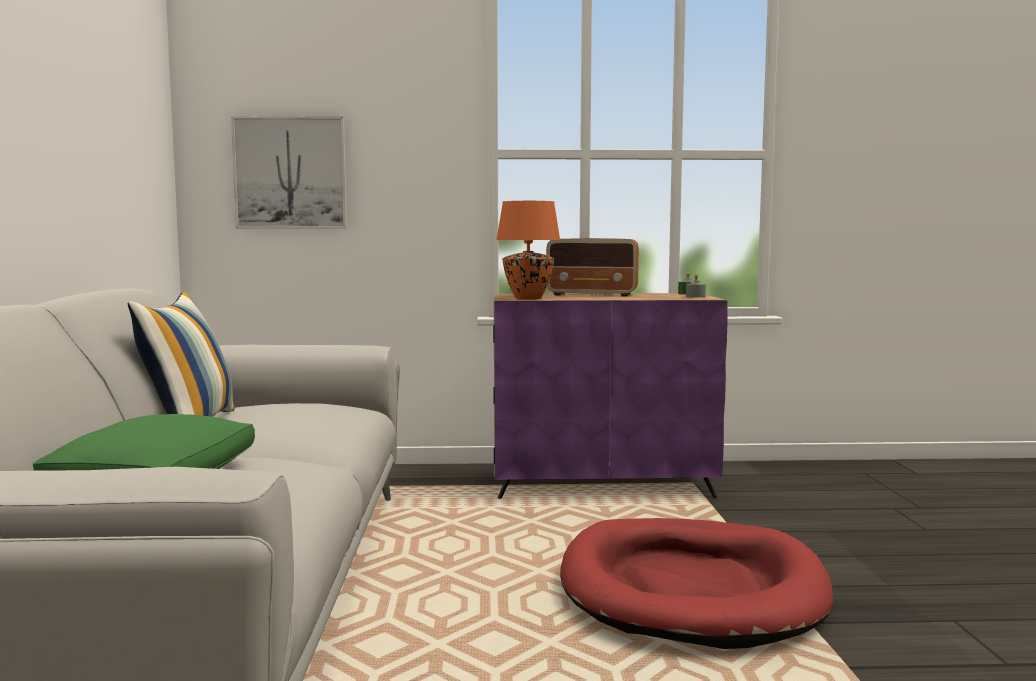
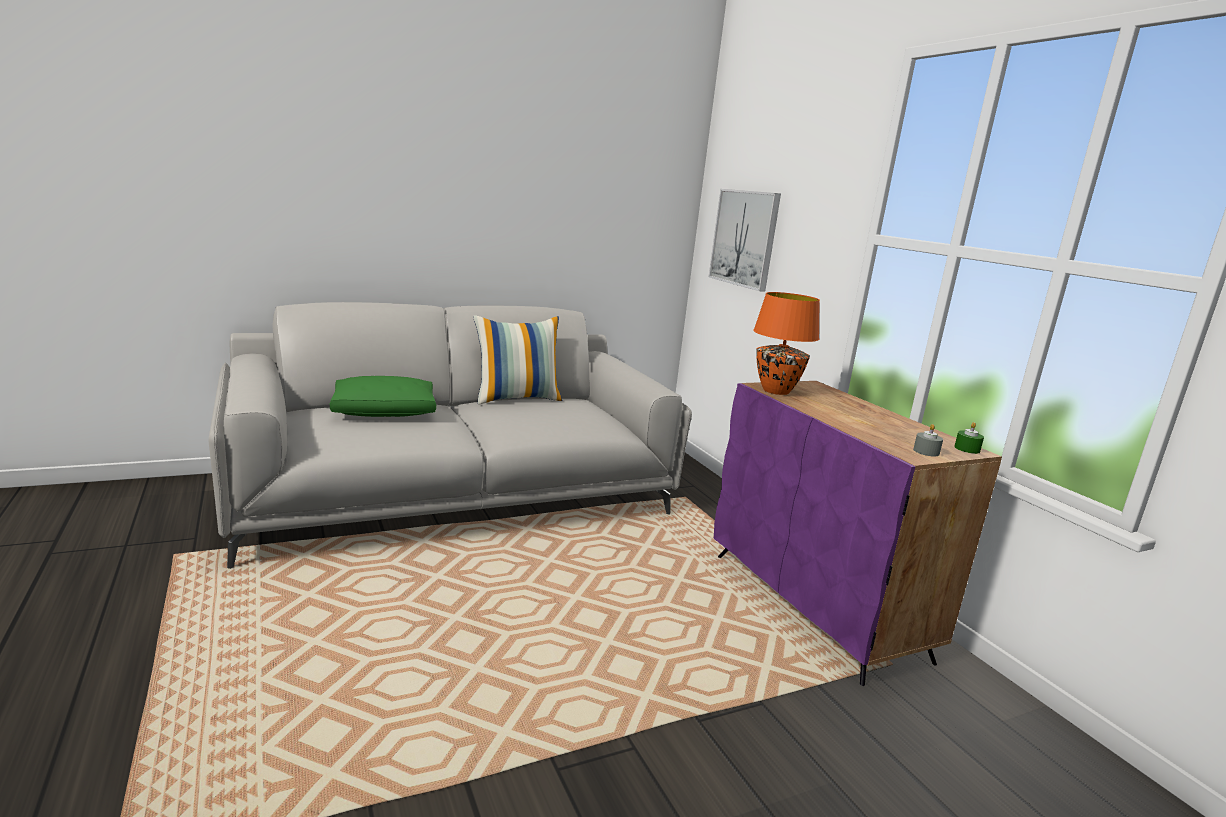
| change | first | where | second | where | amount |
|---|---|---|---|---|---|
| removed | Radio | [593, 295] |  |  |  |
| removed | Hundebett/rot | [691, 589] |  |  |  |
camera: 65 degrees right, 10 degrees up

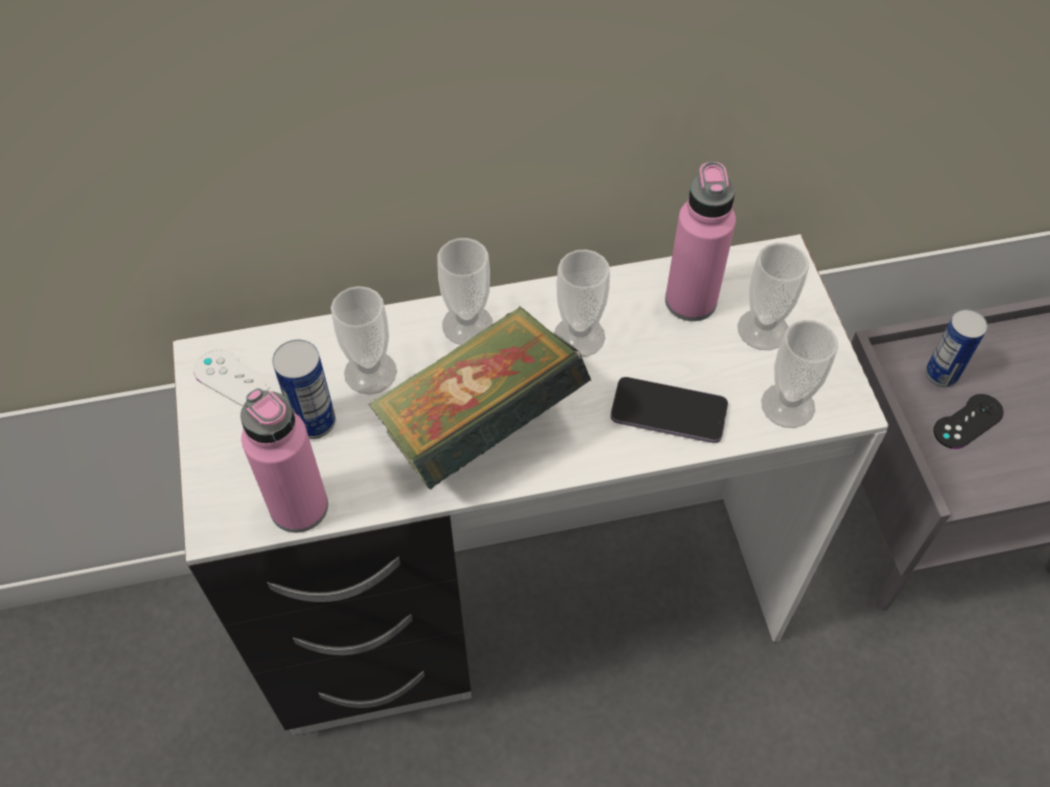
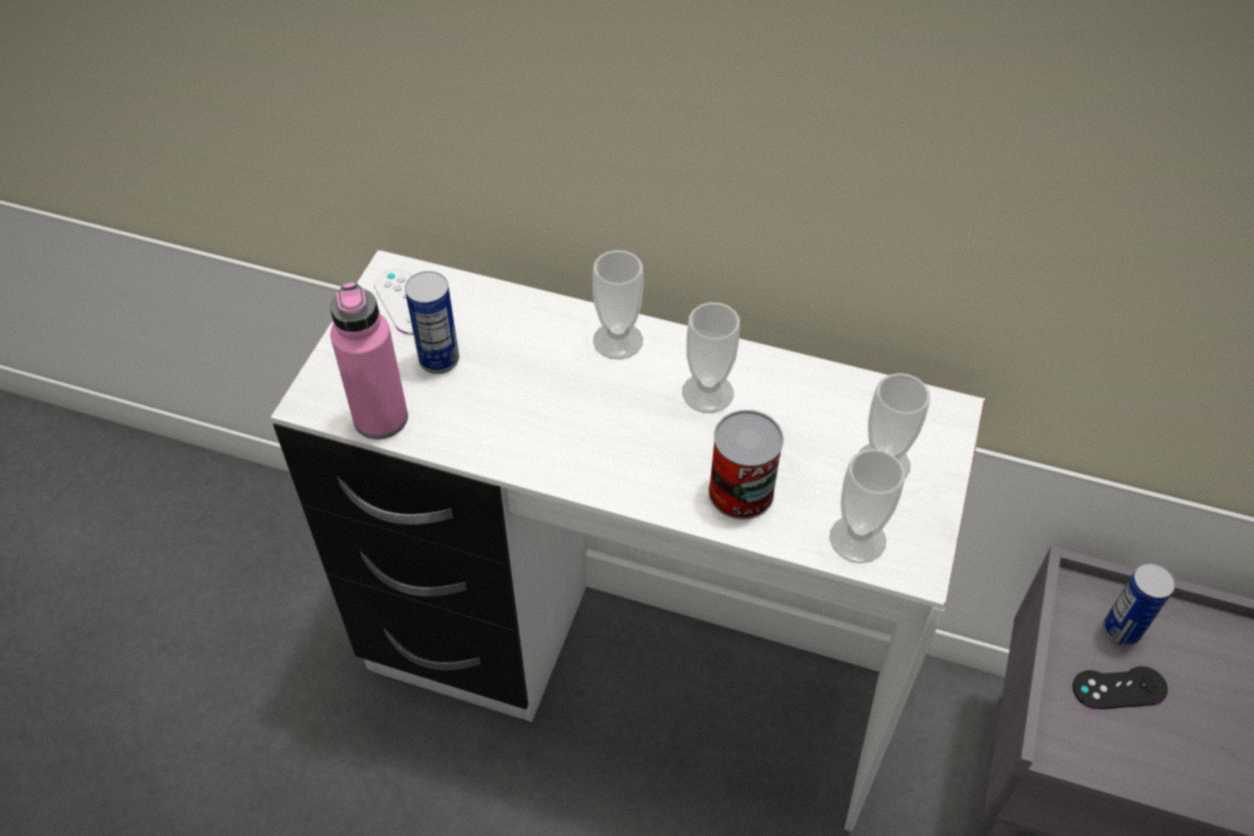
| change | first | where | second | where | amount |
|---|---|---|---|---|---|
| removed | Tasse | [370, 372] |  |  |  |
| removed | Buch | [479, 427] |  |  |  |
| removed | Flasche/rosa | [690, 301] |  |  |  |
| replaced | Handy | [668, 412] | Dose | [741, 492] |  |
camera: 30 degrees right, 5 degrees down

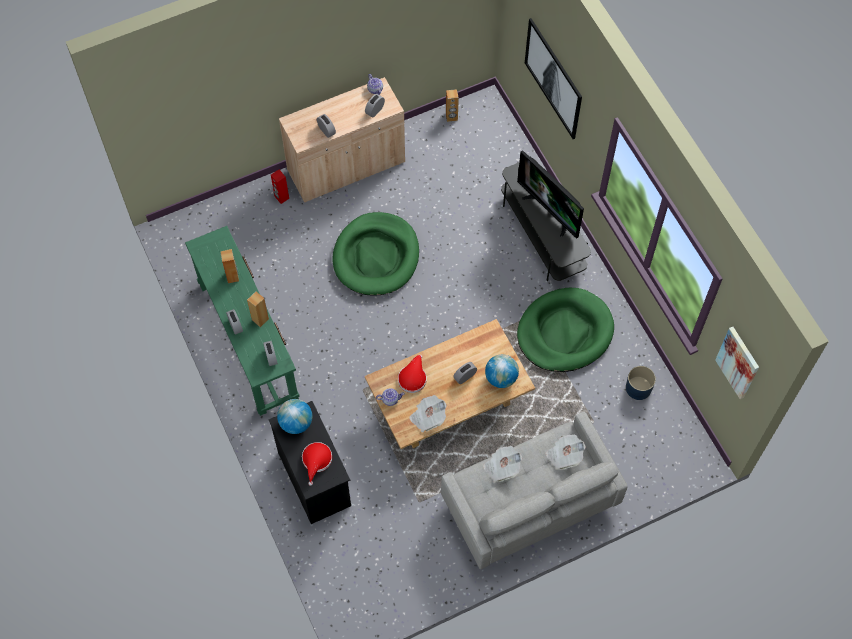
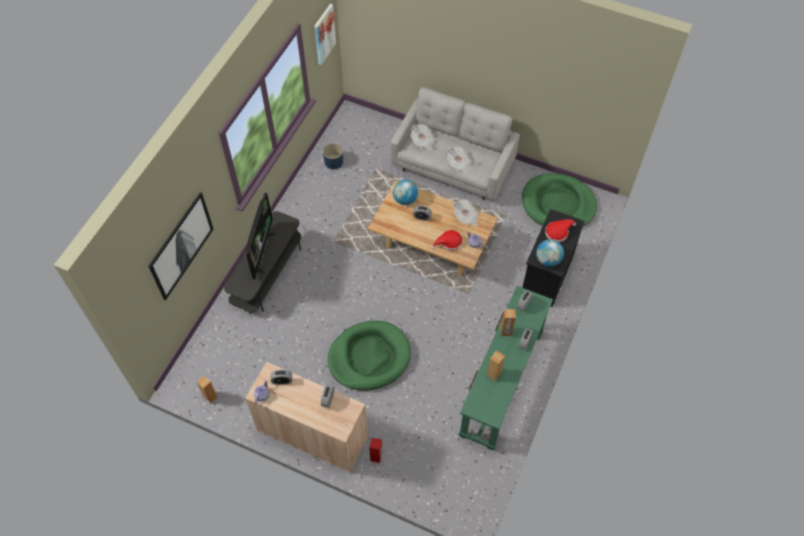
| change | first | where | second | where | amount |
|---|---|---|---|---|---|
| moved | Hundebett/grün | [564, 332] |  | [558, 204] |  |
camera: 130 degrees left, 5 degrees down

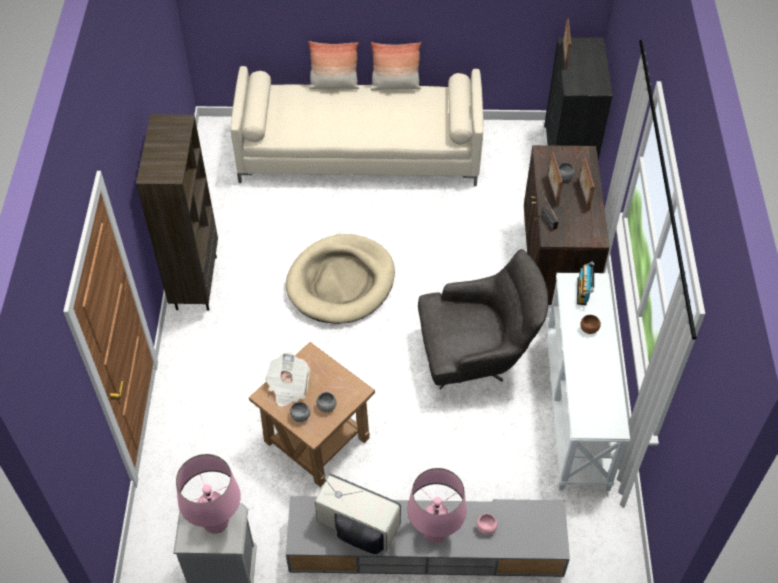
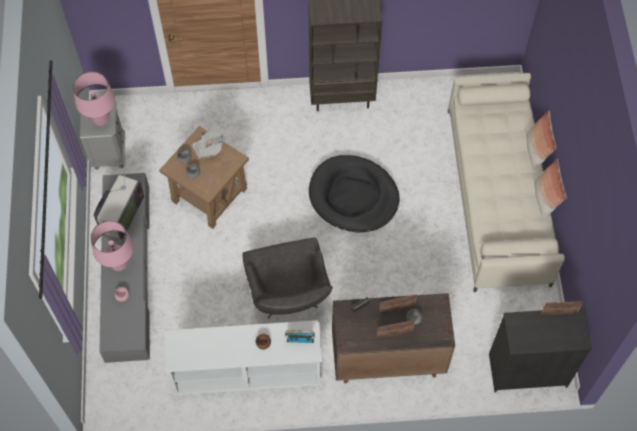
| change | first | where | second | where | amount |
|---|---|---|---|---|---|
| recoloured | Hundebett/beige | [341, 282] | Hundebett/schwarz | [353, 196] |  |
camera: 85 degrees right, 10 degrees up

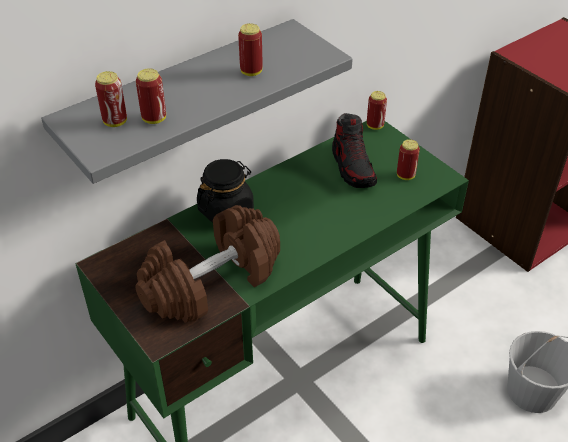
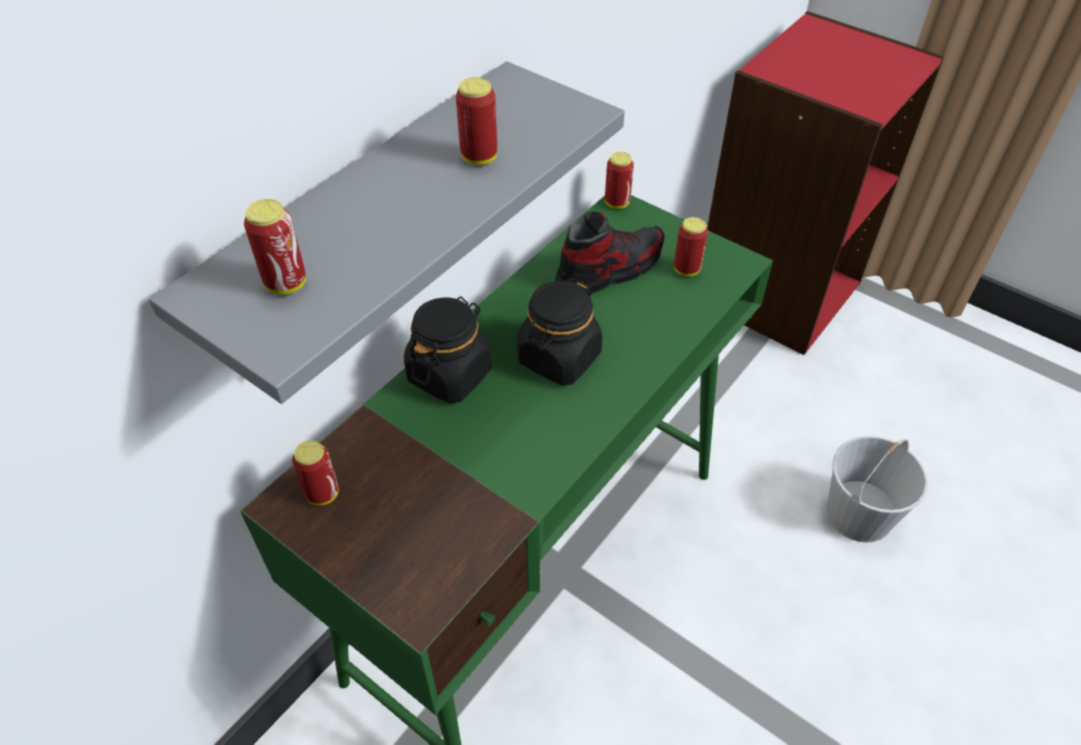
| change | first | where | second | where | amount |
|---|---|---|---|---|---|
| removed | Hantel/braun | [212, 283] |  |  |  |
| added |  |  | Vorratsglas/schwarz | [559, 358] |  |
| moved | Dose | [154, 119] |  | [322, 494] |  |
| turned | Schuh | [353, 167] |  | [609, 270] | 90 degrees counterclockwise |
camera: 15 degrees left, 5 degrees up

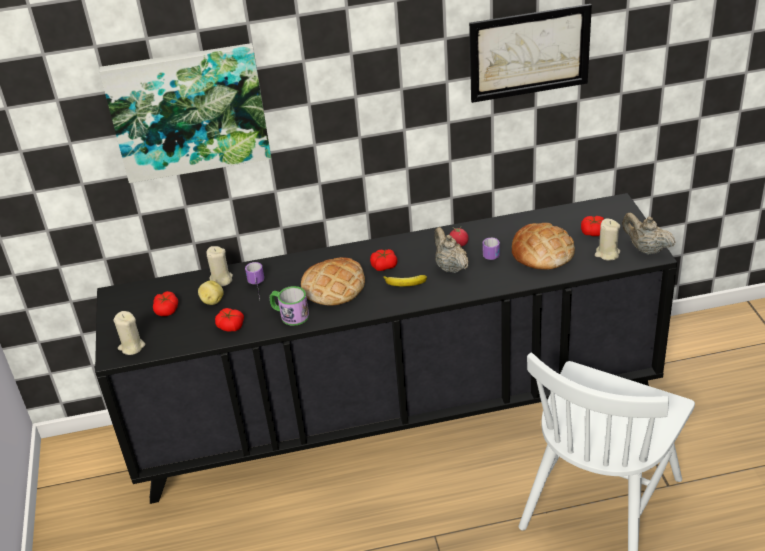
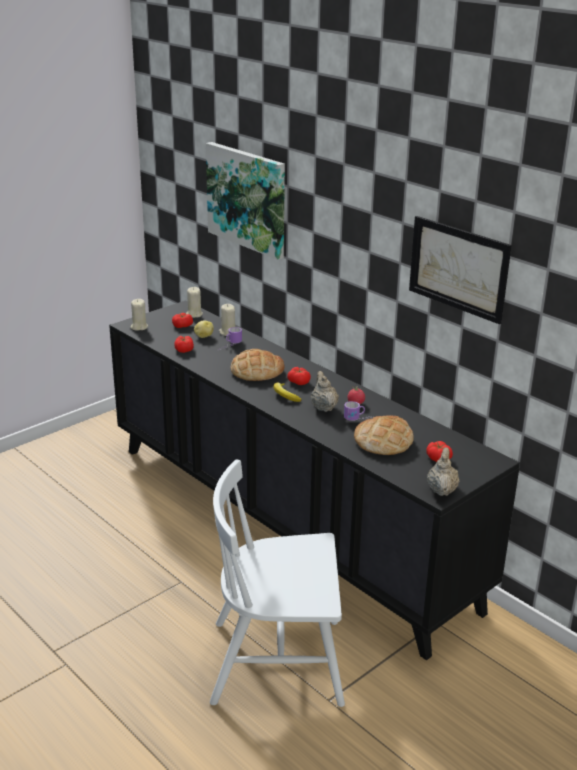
| change | first | where | second | where | amount |
|---|---|---|---|---|---|
| removed | Henkelbecher | [290, 315] |  |  |  |
| moved | Kerze/beige | [607, 254] |  | [194, 314] |  |
| turned | Teekanne/beige | [450, 267] |  | [323, 407] | 45 degrees counterclockwise |
camera: 55 degrees right, 10 degrees down

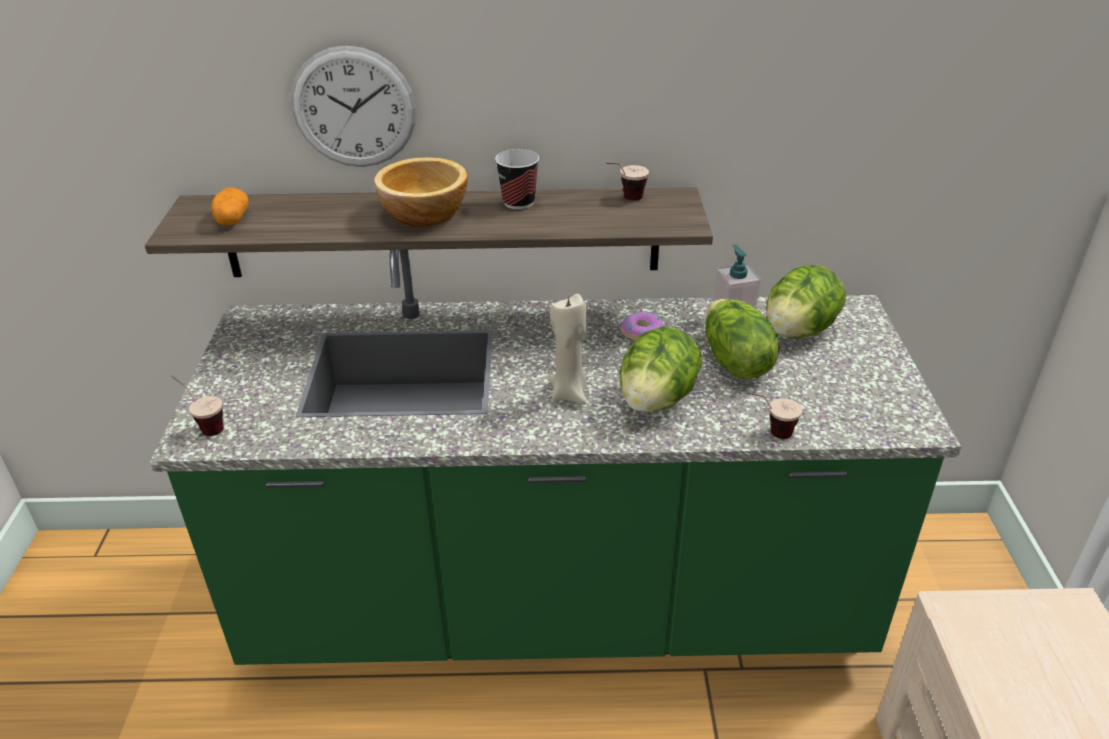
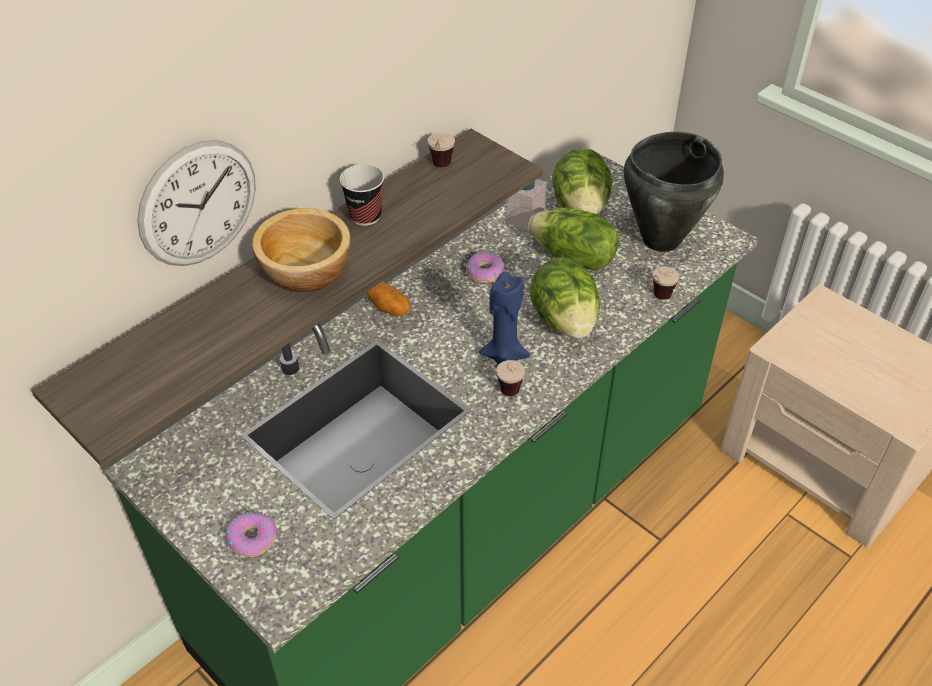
| change | first | where | second | where | amount |
|---|---|---|---|---|---|
| added |  |  | Donut | [252, 538] |  |
| added |  |  | Kochtopf/schwarz | [660, 239] |  |
| moved | Tasse | [203, 425] |  | [498, 391] |  |
| moved | Kartoffel | [232, 219] |  | [389, 308] |  |
| recoloured | Kerze/beige | [569, 393] | Kerze/blau | [504, 355] |  |
camera: 45 degrees left, 10 degrees up

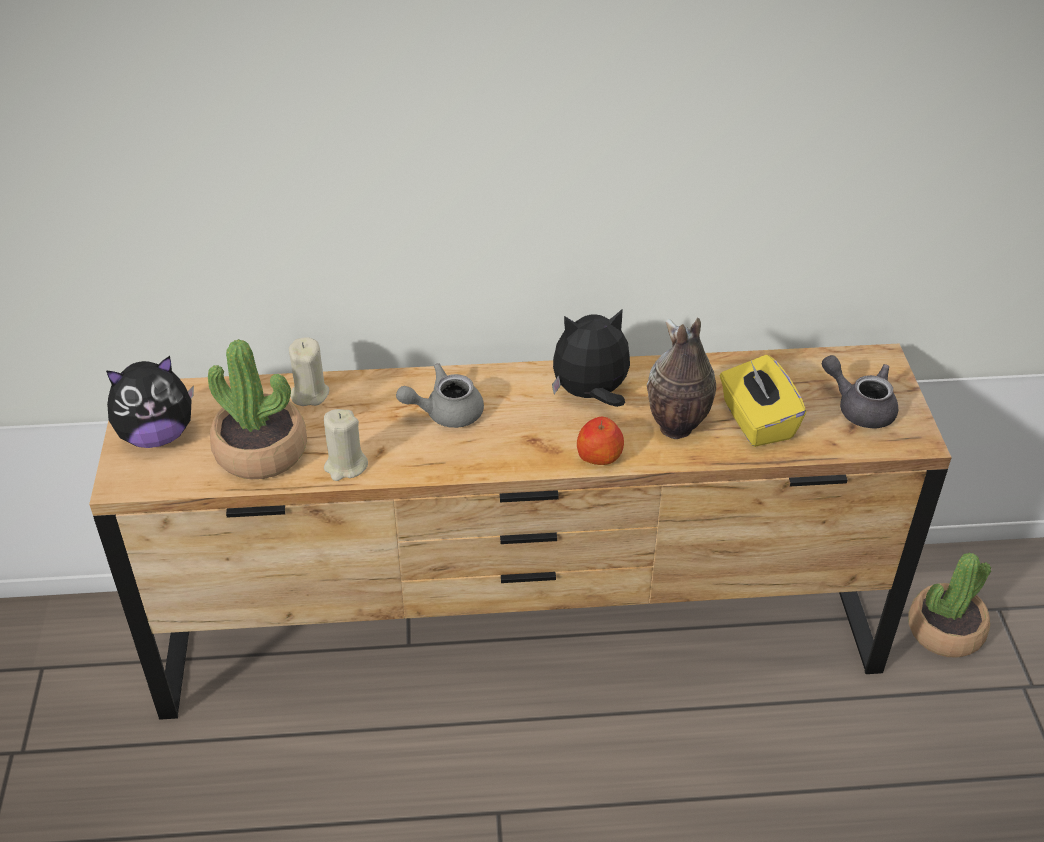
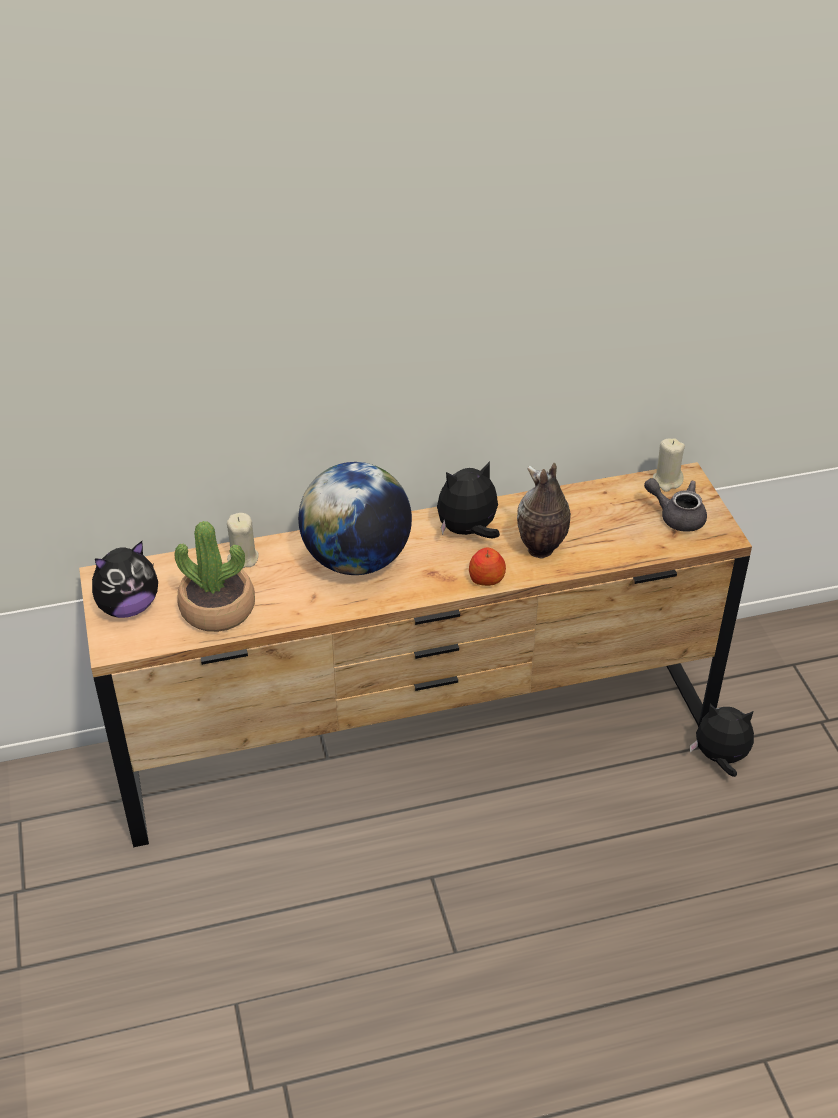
| change | first | where | second | where | amount |
|---|---|---|---|---|---|
| removed | Taschentuchbox/gelb | [756, 421] |  |  |  |
| removed | Topfpflanze | [945, 630] |  |  |  |
| added |  |  | Plüschtier | [720, 758] |  |
| moved | Kerze/beige | [345, 466] |  | [667, 481] |  |
| replaced | Teekanne/grau | [445, 412] | Globus | [356, 560] |  |
camera: 10 degrees left, 0 degrees up

